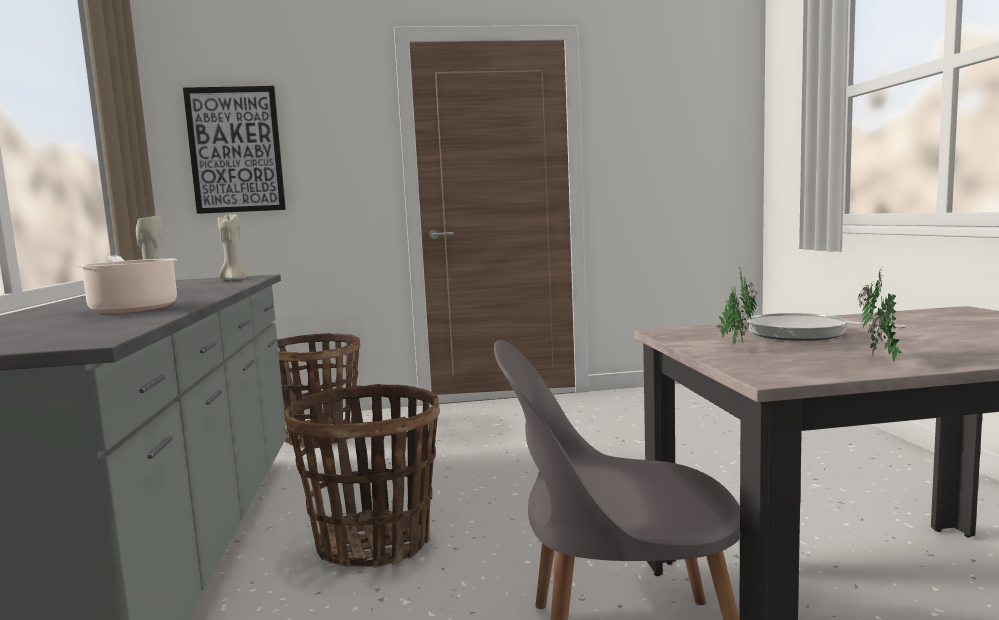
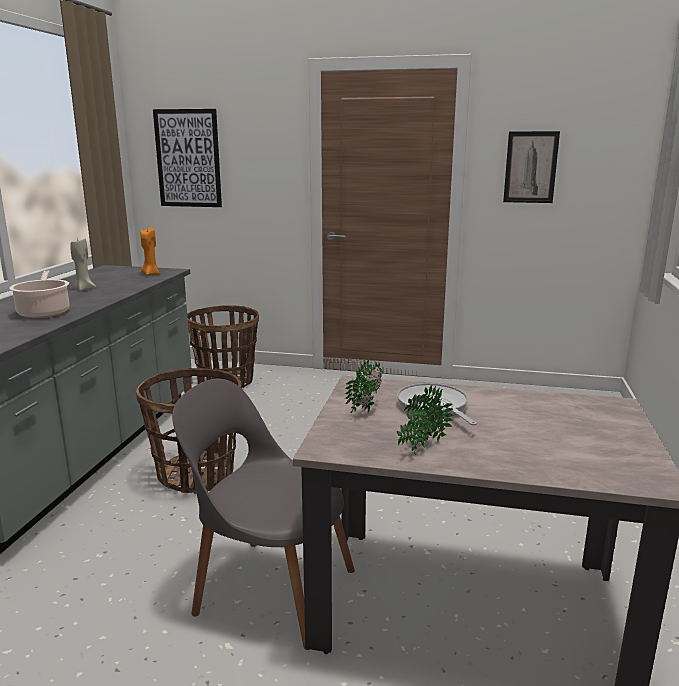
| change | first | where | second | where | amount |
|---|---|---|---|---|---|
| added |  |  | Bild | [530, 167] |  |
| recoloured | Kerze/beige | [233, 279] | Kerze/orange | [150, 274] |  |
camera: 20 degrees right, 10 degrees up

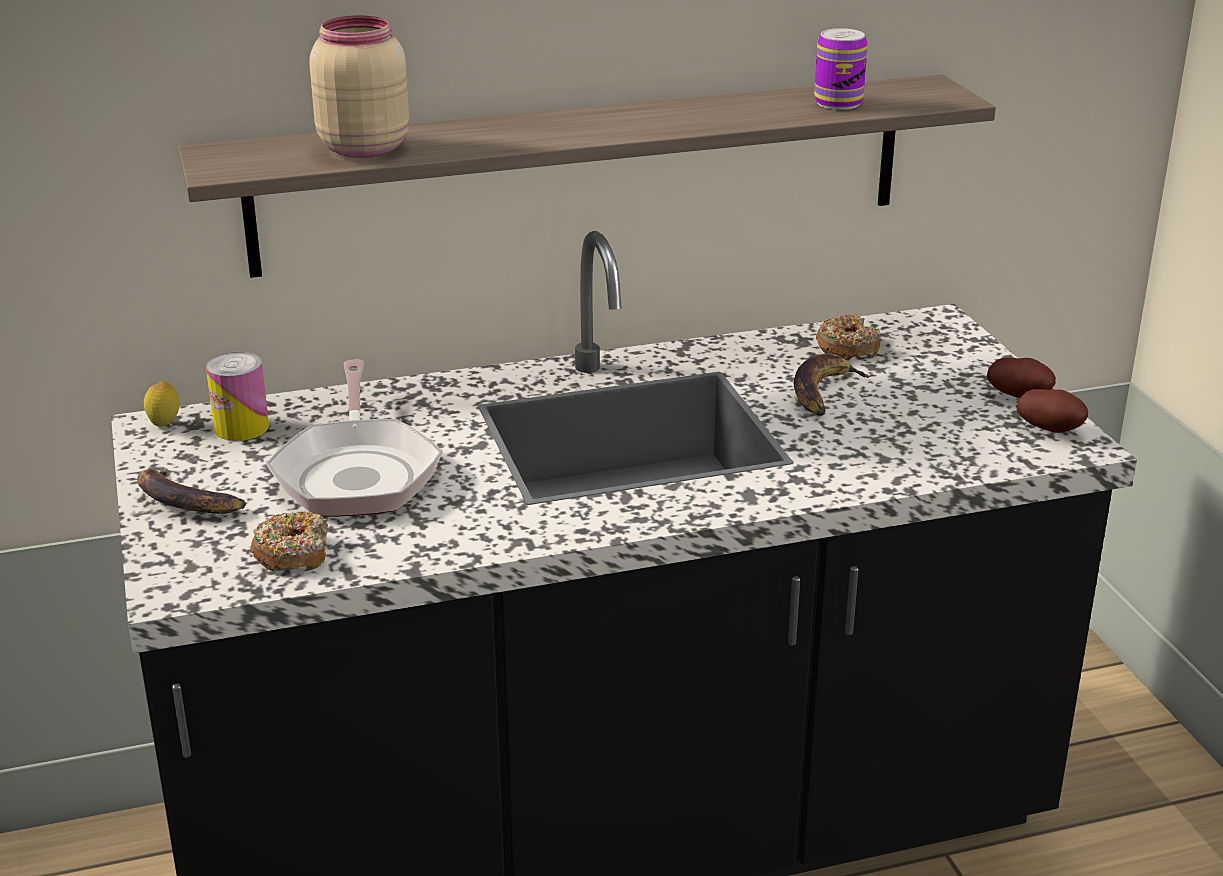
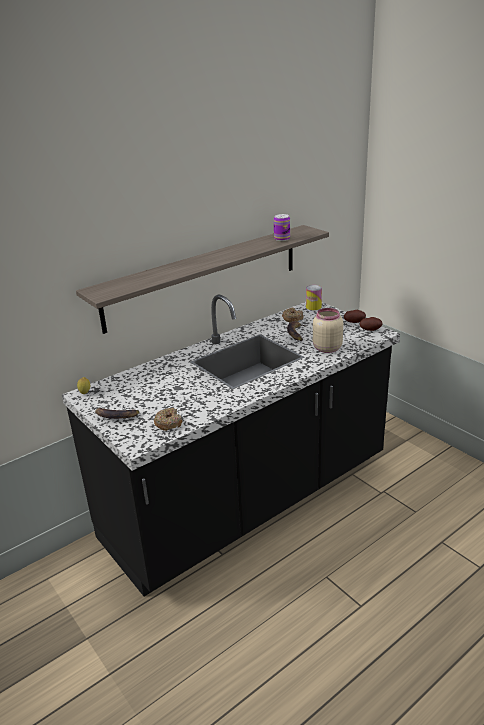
| change | first | where | second | where | amount |
|---|---|---|---|---|---|
| removed | Pfanne | [357, 472] |  |  |  |
| moved | Dose | [241, 427] |  | [313, 307] |  |
| moved | Vorratsglas/beige | [362, 147] |  | [326, 348] |  |
camera: 20 degrees left, 0 degrees up

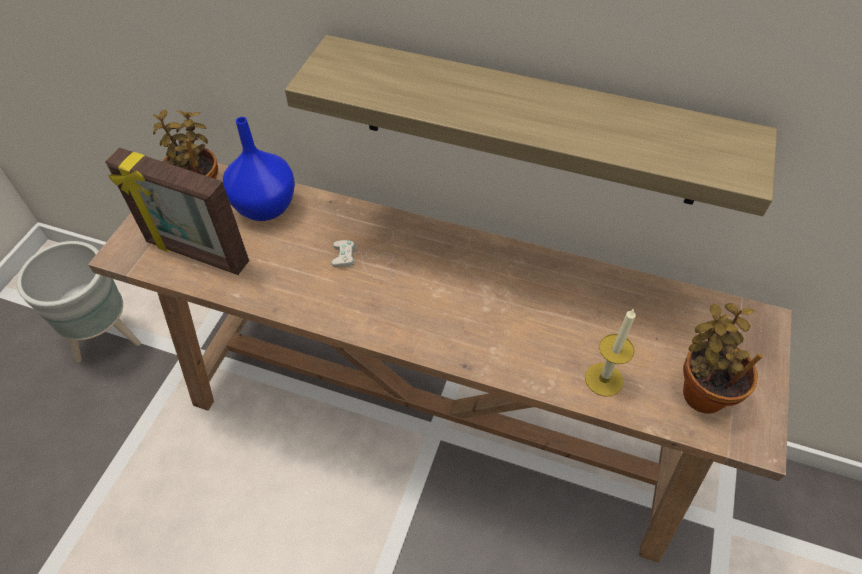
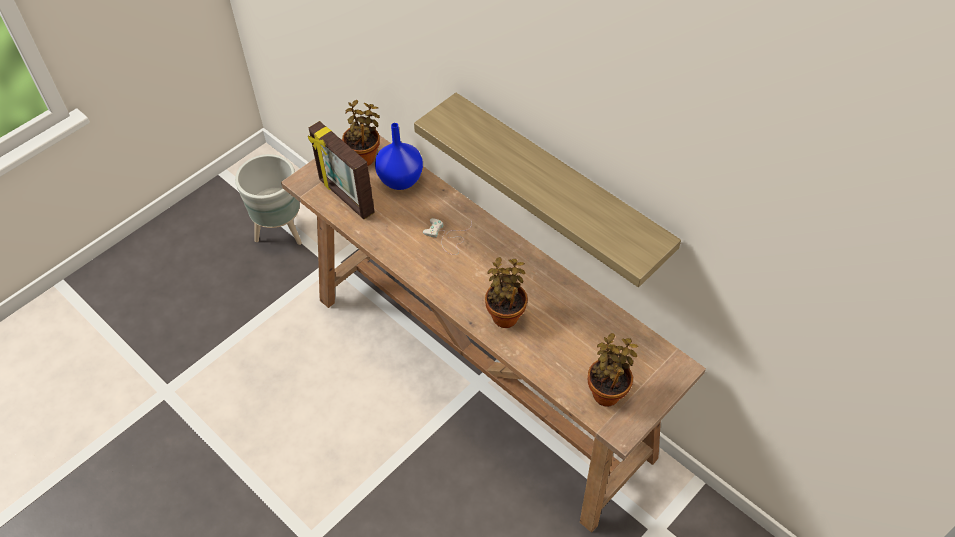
| change | first | where | second | where | amount |
|---|---|---|---|---|---|
| removed | Kerze | [604, 379] |  |  |  |
| added |  |  | Topfpflanze | [505, 314] |  |
camera: 25 degrees right, 0 degrees up

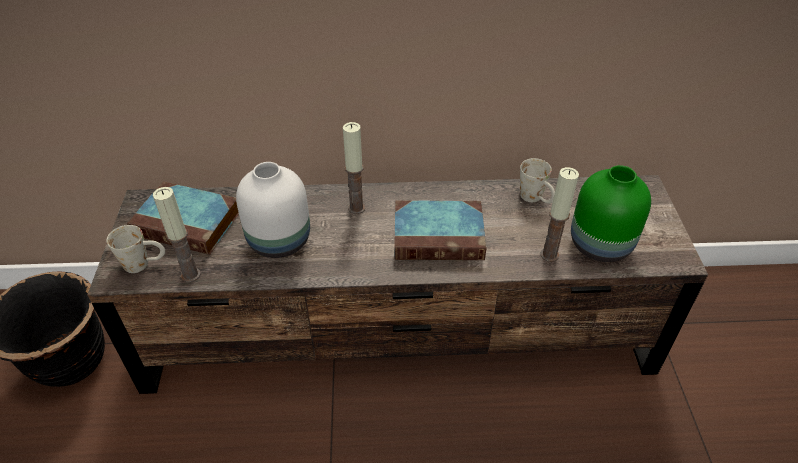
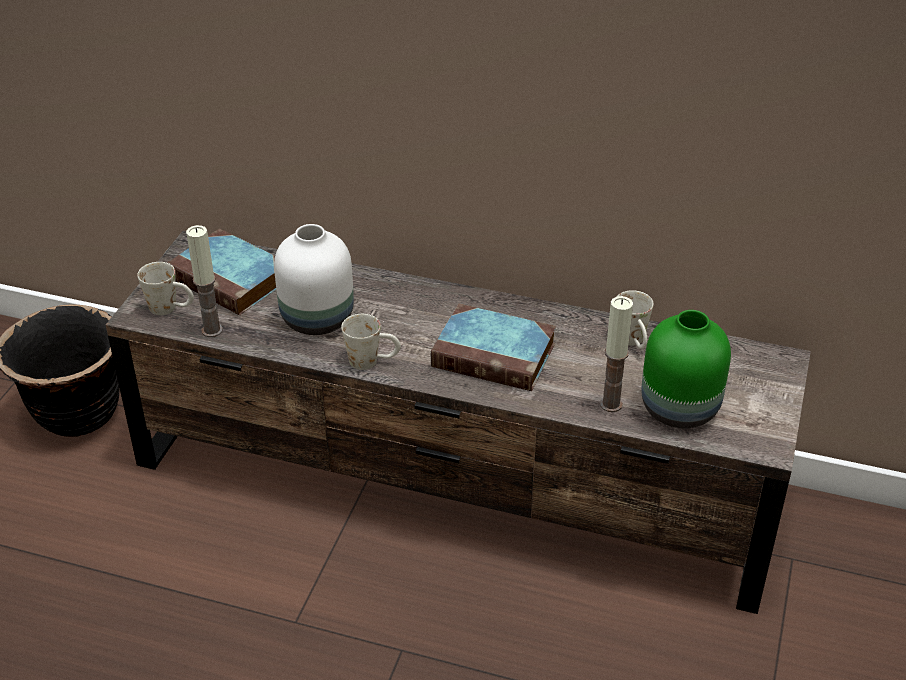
| change | first | where | second | where | amount |
|---|---|---|---|---|---|
| removed | Kerze | [356, 208] |  |  |  |
| added |  |  | Henkelbecher/weiß | [372, 361] |  |
camera: 20 degrees right, 5 degrees down

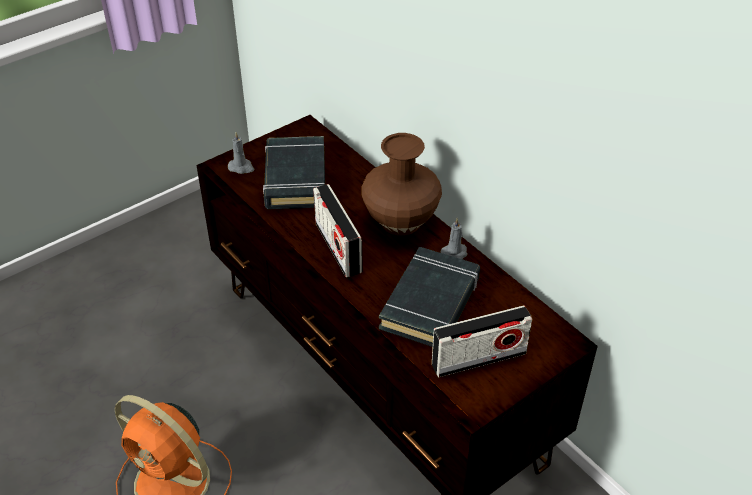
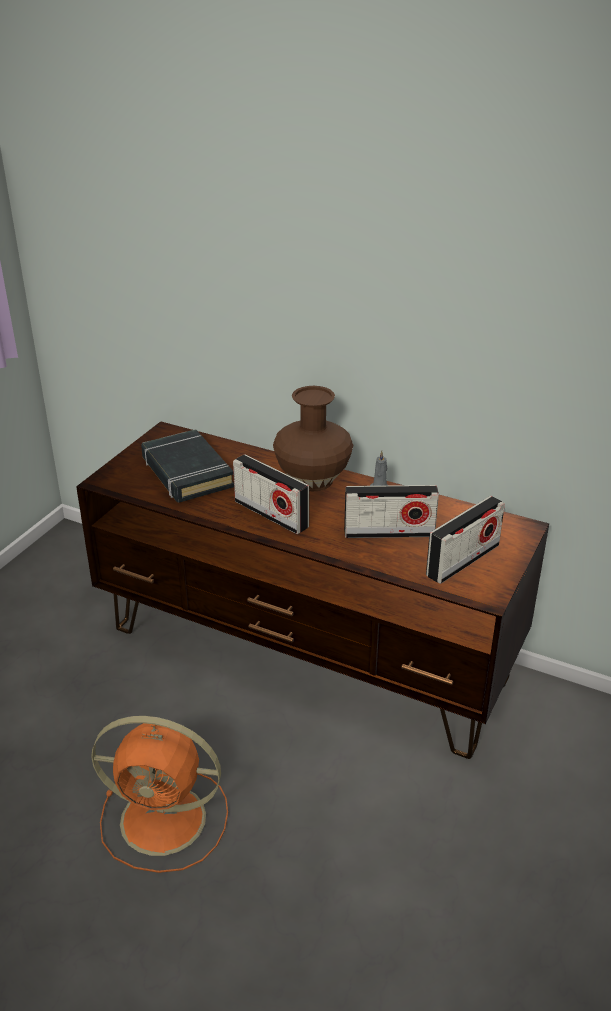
| change | first | where | second | where | amount |
|---|---|---|---|---|---|
| removed | Kerze/grau | [241, 167] |  |  |  |
| replaced | Buch/schwarz | [431, 303] | Radio | [389, 532] |  |
camera: 25 degrees left, 10 degrees down

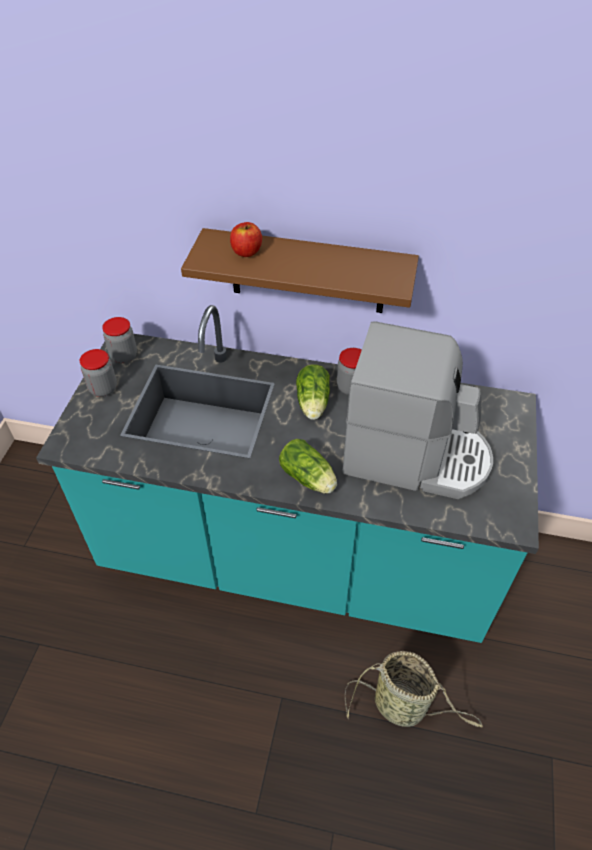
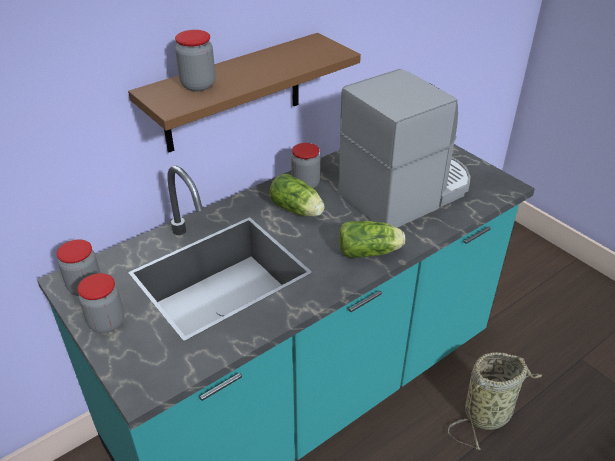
| change | first | where | second | where | amount |
|---|---|---|---|---|---|
| replaced | Apfel | [246, 252] | Vorratsglas | [198, 85] |  |
camera: 50 degrees left, 10 degrees down

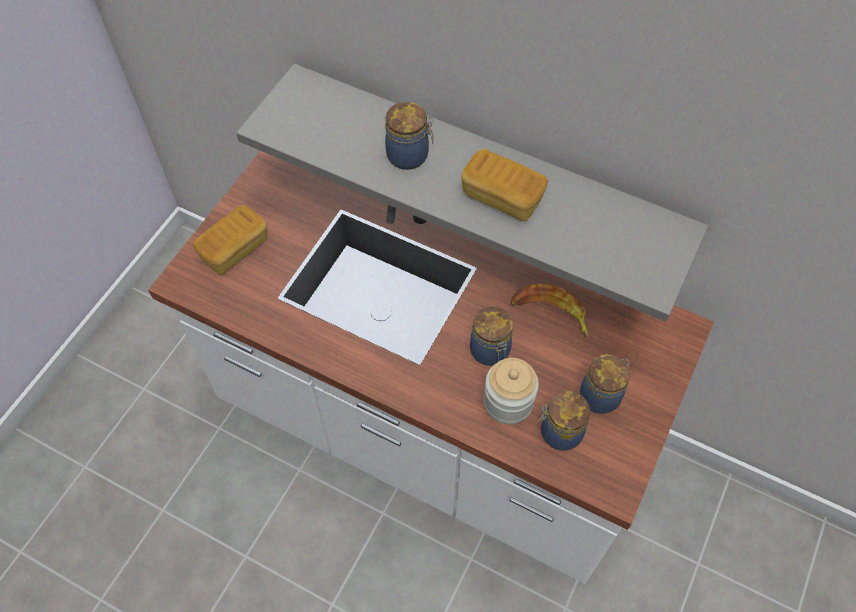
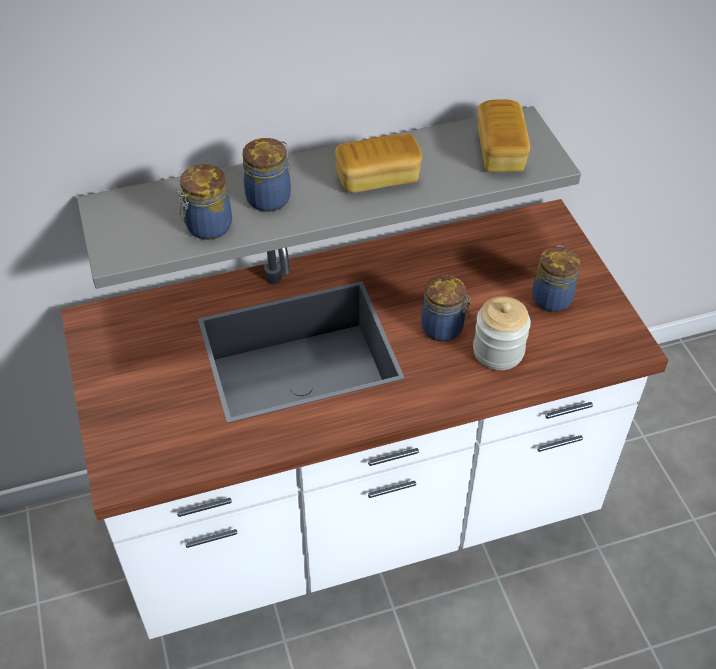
| change | first | where | second | where | amount |
|---|---|---|---|---|---|
| removed | Banane | [550, 313] |  |  |  |
| moved | Brot | [234, 249] |  | [500, 151] |  |
| moved | Vorratsglas | [559, 432] |  | [207, 227] |  |
camera: 45 degrees left, 10 degrees down

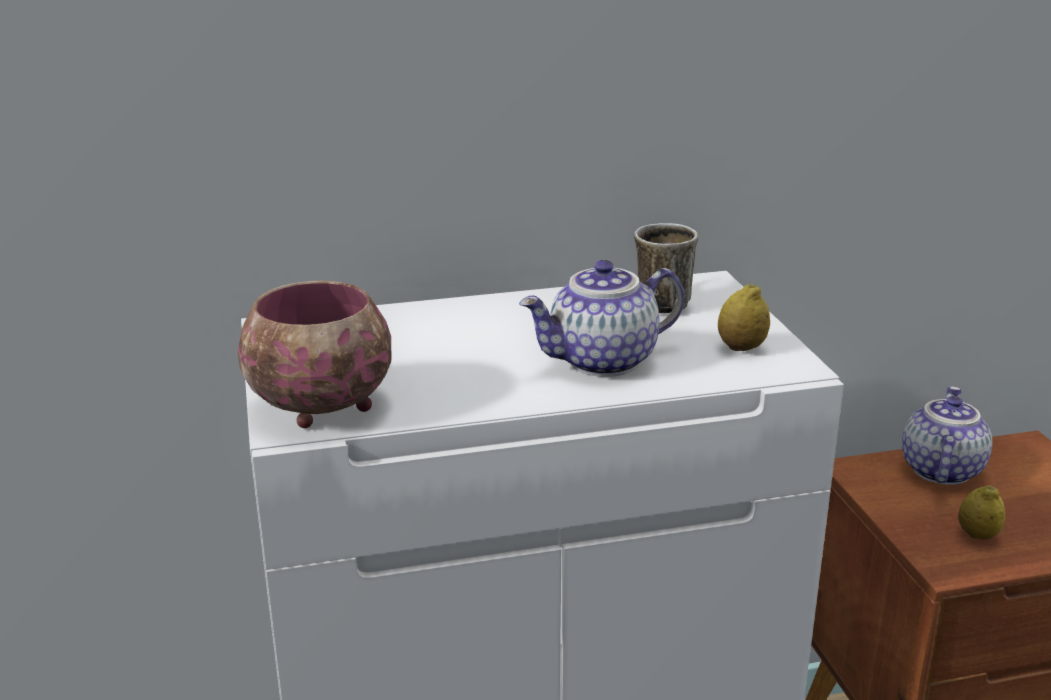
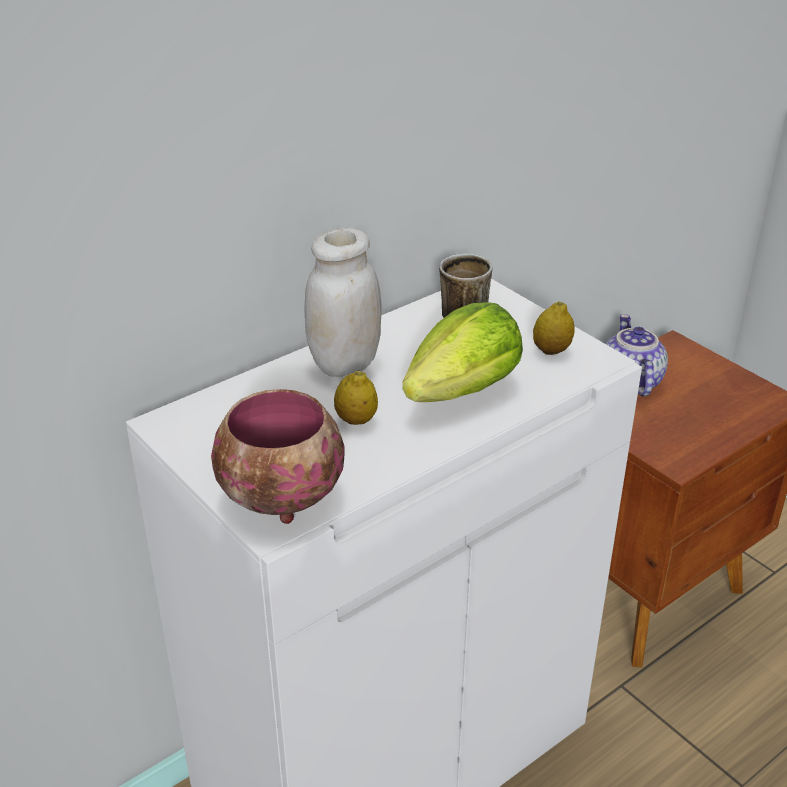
| change | first | where | second | where | amount |
|---|---|---|---|---|---|
| added |  |  | Vorratsglas/weiß | [345, 364] |  |
| moved | Zitrone | [977, 535] |  | [356, 420] |  |
| replaced | Teekanne | [603, 362] | Salatkopf | [463, 391] |  |
camera: 25 degrees left, 10 degrees up

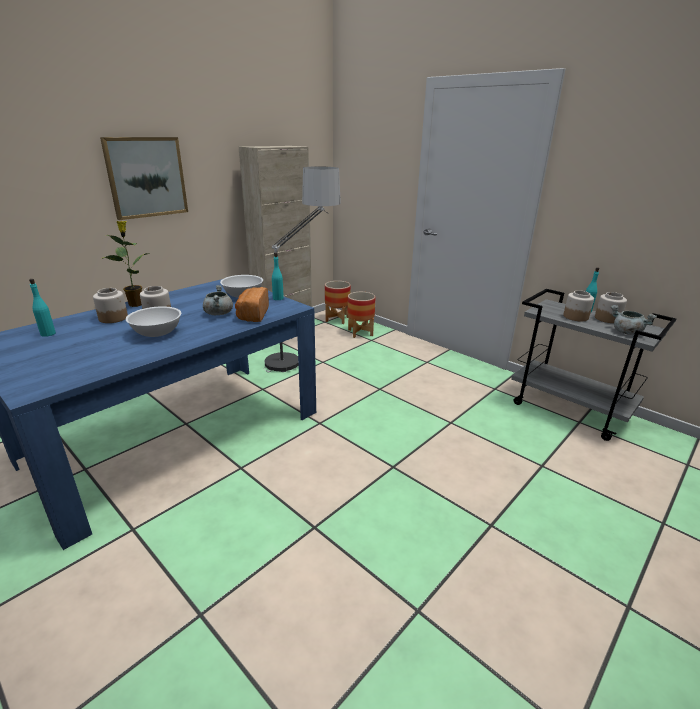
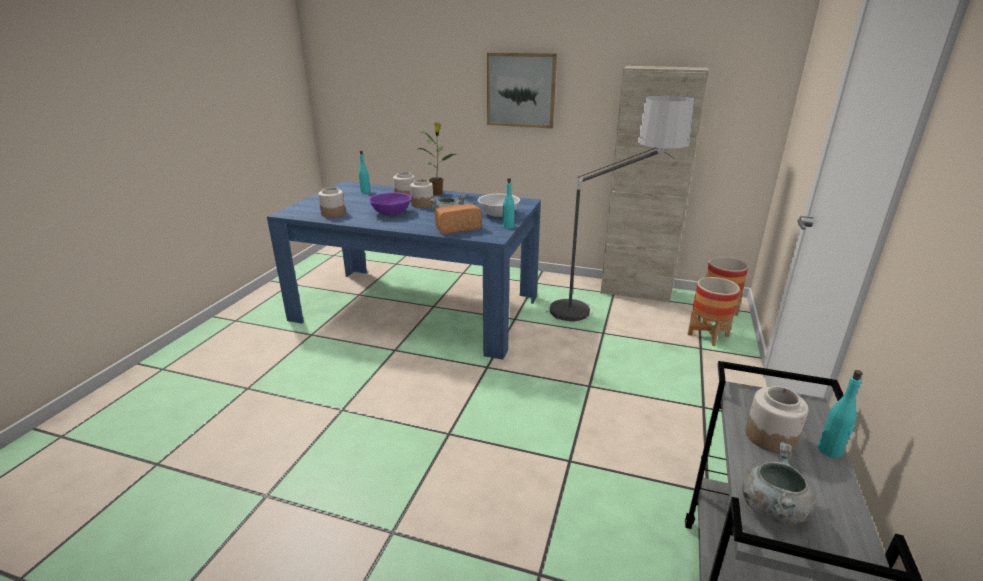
| change | first | where | second | where | amount |
|---|---|---|---|---|---|
| moved | Vorratsglas | [607, 318] |  | [333, 214] |  |
| recoloured | Schüssel/weiß | [157, 333] | Schüssel/lila | [391, 213] |  |
camera: 65 degrees right, 0 degrees up

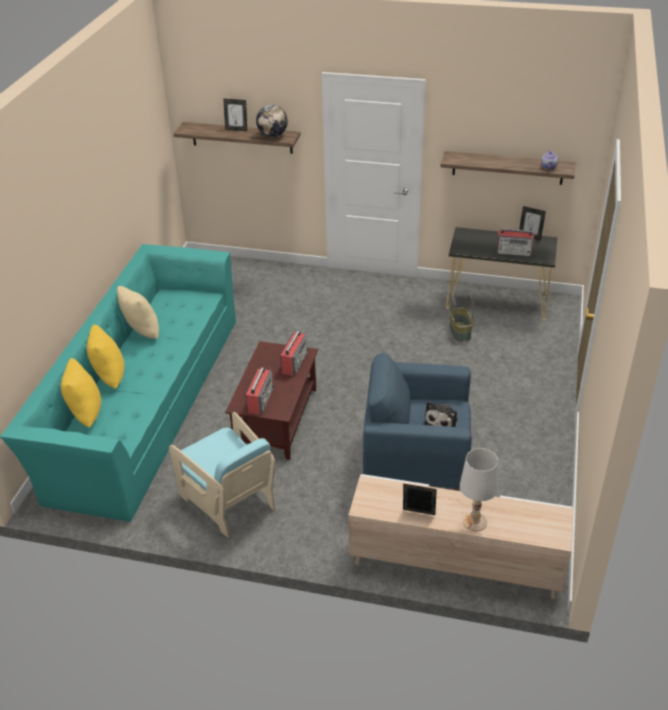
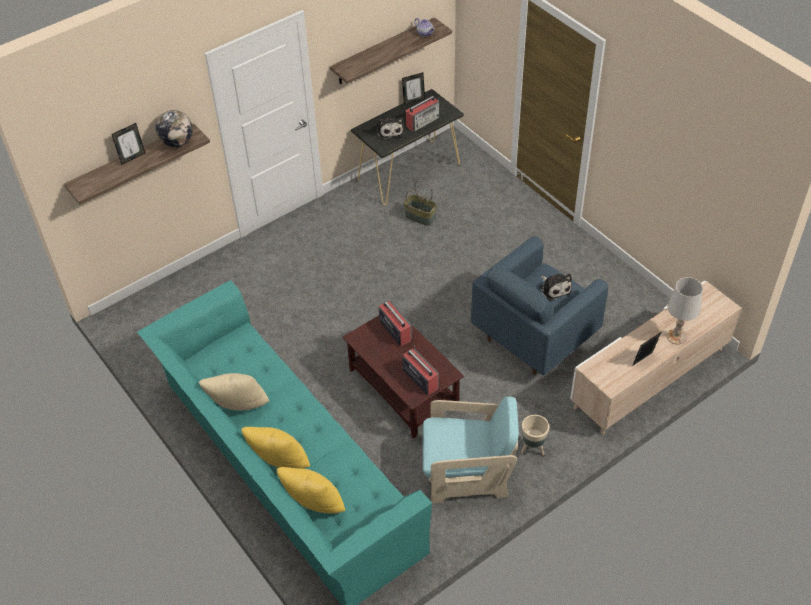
| change | first | where | second | where | amount |
|---|---|---|---|---|---|
| added |  |  | Plüschtier | [389, 131] |  |
| added |  |  | Pflanzkübel/beige | [533, 449] |  |
camera: 50 degrees left, 10 degrees up

